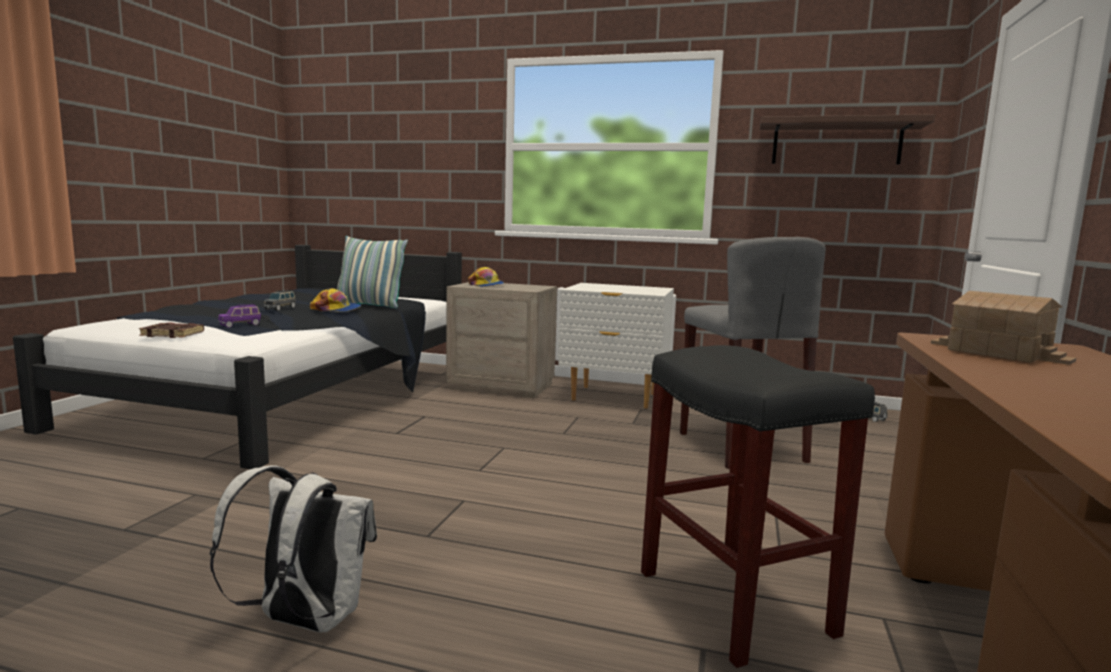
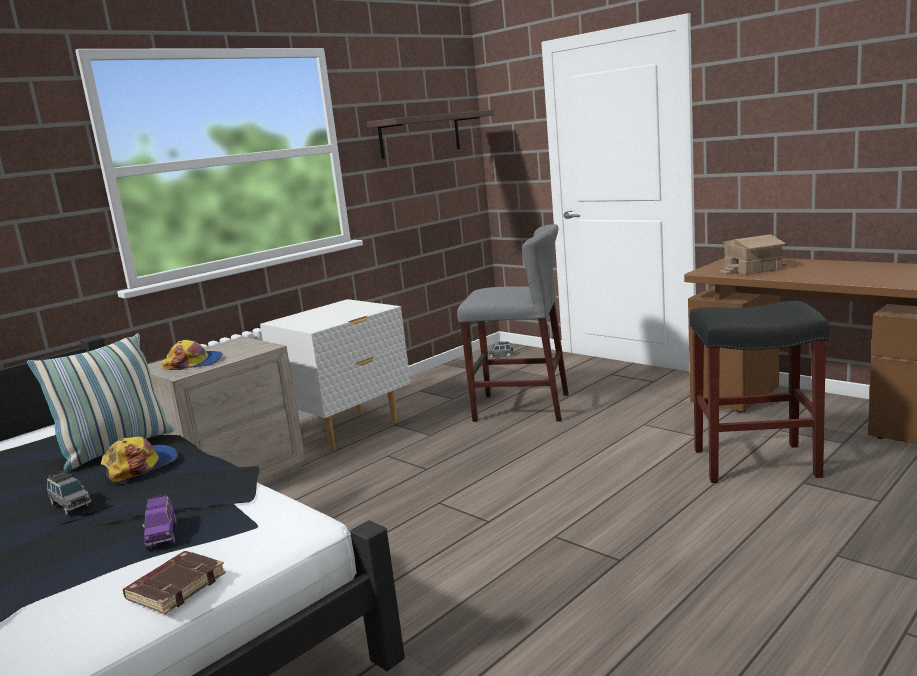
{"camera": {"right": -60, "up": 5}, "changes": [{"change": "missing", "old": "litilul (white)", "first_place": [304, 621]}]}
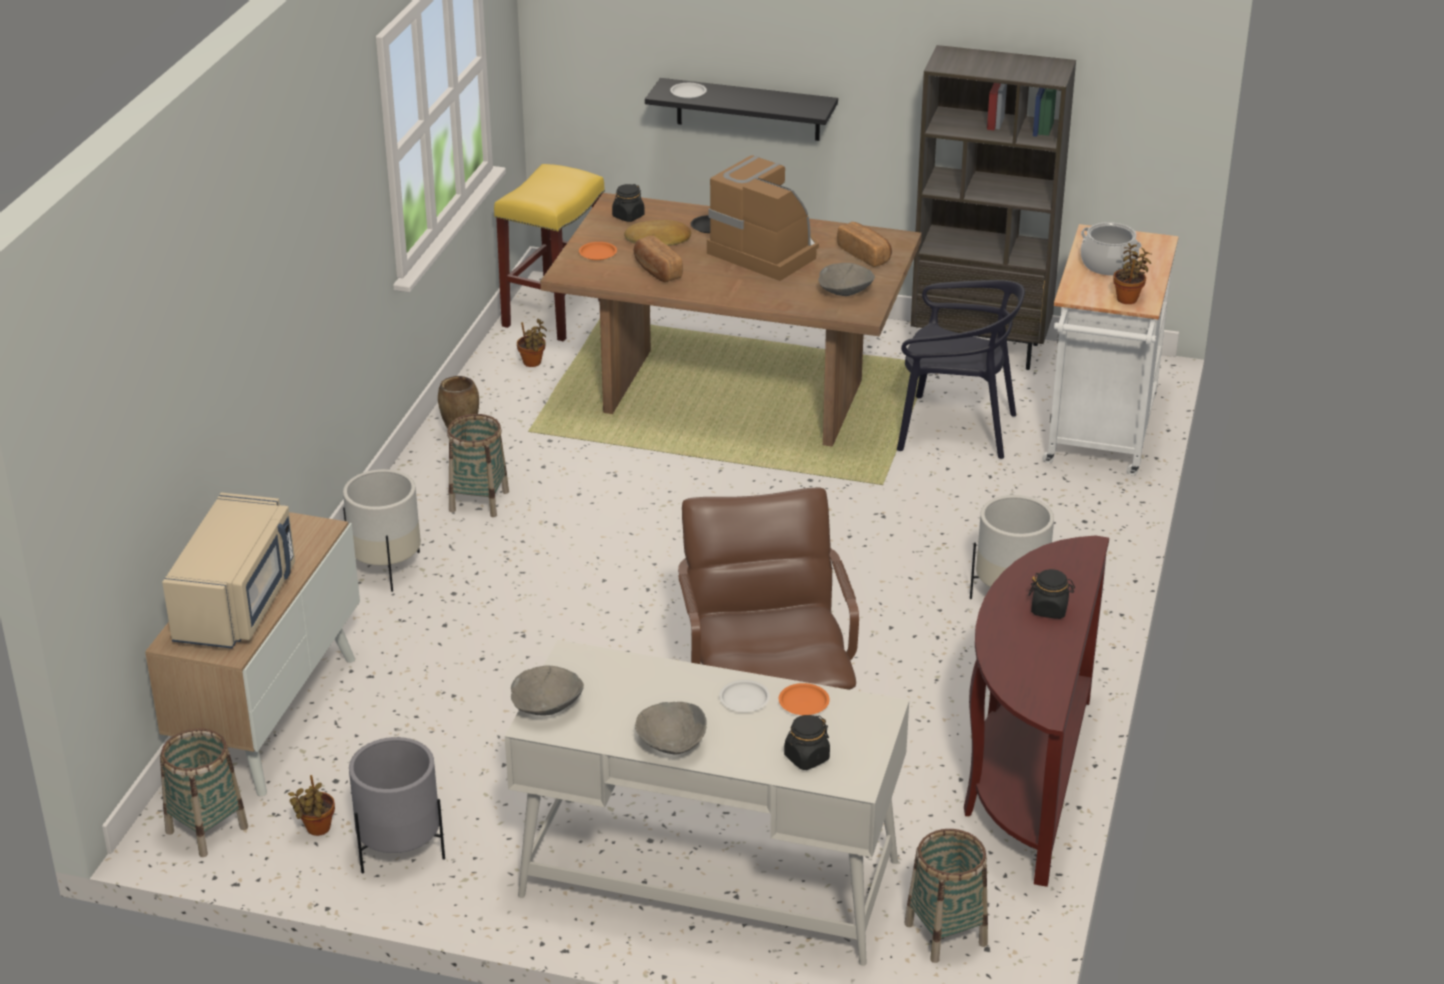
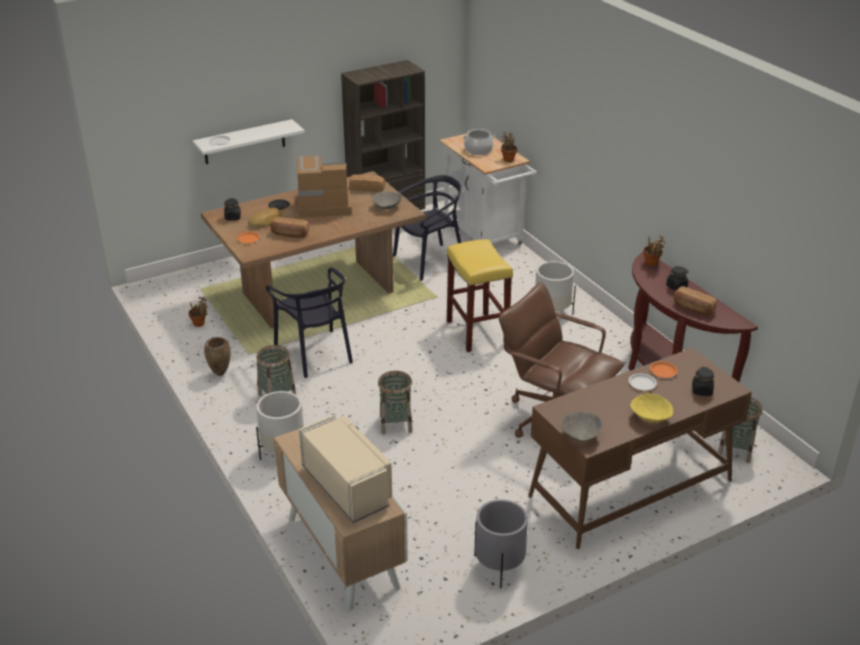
{"camera": {"right": -45, "up": 0}, "changes": [{"change": "appeared", "new": "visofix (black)", "second_place": [315, 353]}, {"change": "appeared", "new": "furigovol", "second_place": [693, 308]}, {"change": "relocated", "old": "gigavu", "first_place": [206, 829], "second_place": [395, 424]}, {"change": "relocated", "old": "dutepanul", "first_place": [316, 829], "second_place": [651, 264]}, {"change": "relocated", "old": "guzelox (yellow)", "first_place": [555, 314], "second_place": [478, 332]}, {"change": "colour", "old": "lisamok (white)", "new": "lisamok (brown)", "first_place": [709, 877], "second_place": [630, 488]}, {"change": "colour", "old": "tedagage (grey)", "new": "tedagage (yellow)", "first_place": [672, 744], "second_place": [650, 417]}, {"change": "colour", "old": "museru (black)", "new": "museru (white)", "first_place": [748, 109], "second_place": [244, 142]}]}
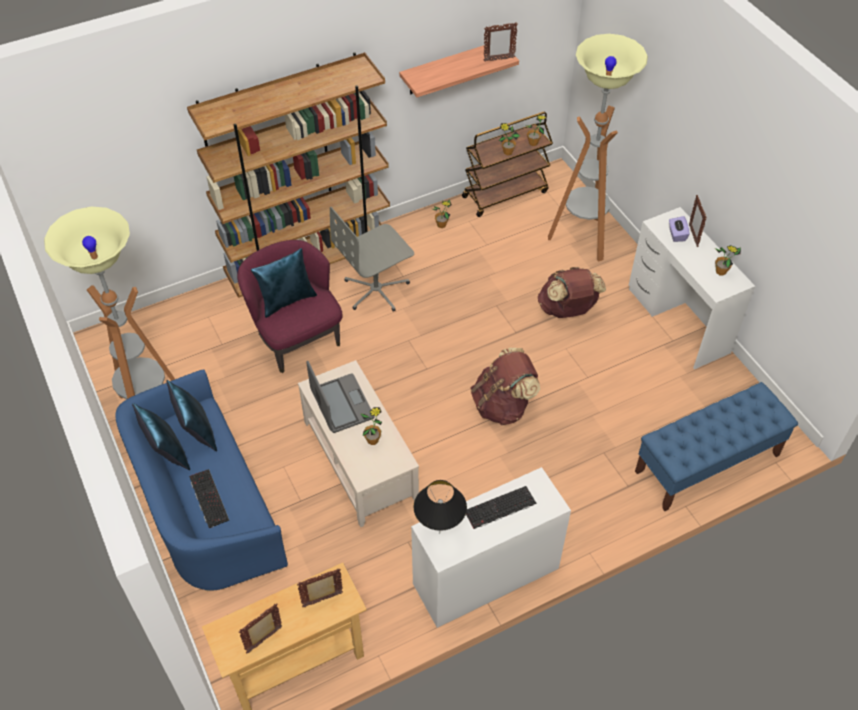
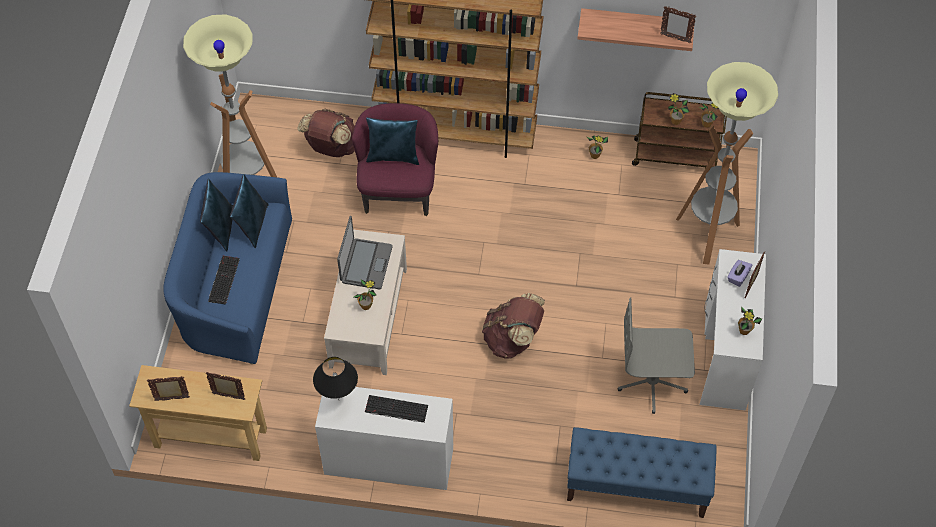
{"camera": {"right": 35, "up": 5}, "changes": [{"change": "relocated", "old": "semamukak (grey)", "first_place": [376, 290], "second_place": [652, 382]}, {"change": "relocated", "old": "litilul (brown)", "first_place": [567, 310], "second_place": [332, 148]}]}
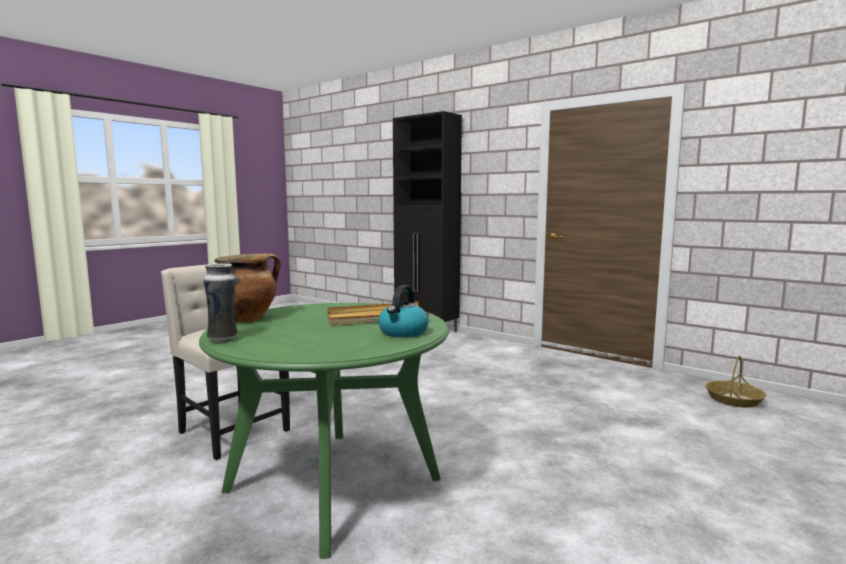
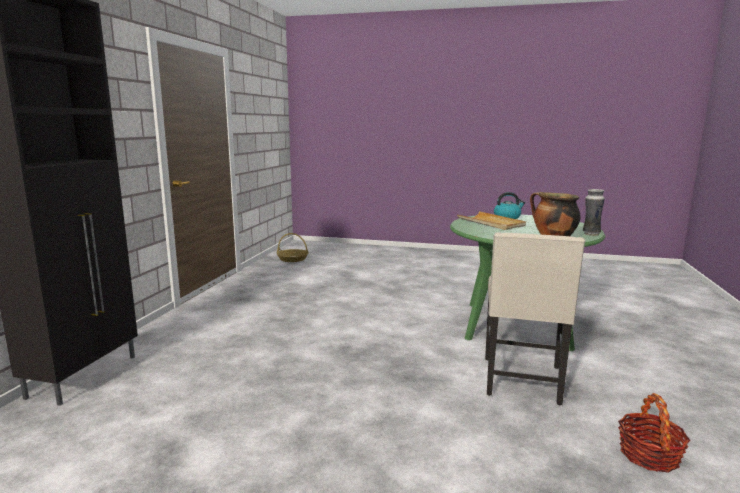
{"camera": {"right": -115, "up": 5}, "changes": [{"change": "appeared", "new": "gigavu", "second_place": [649, 455]}]}
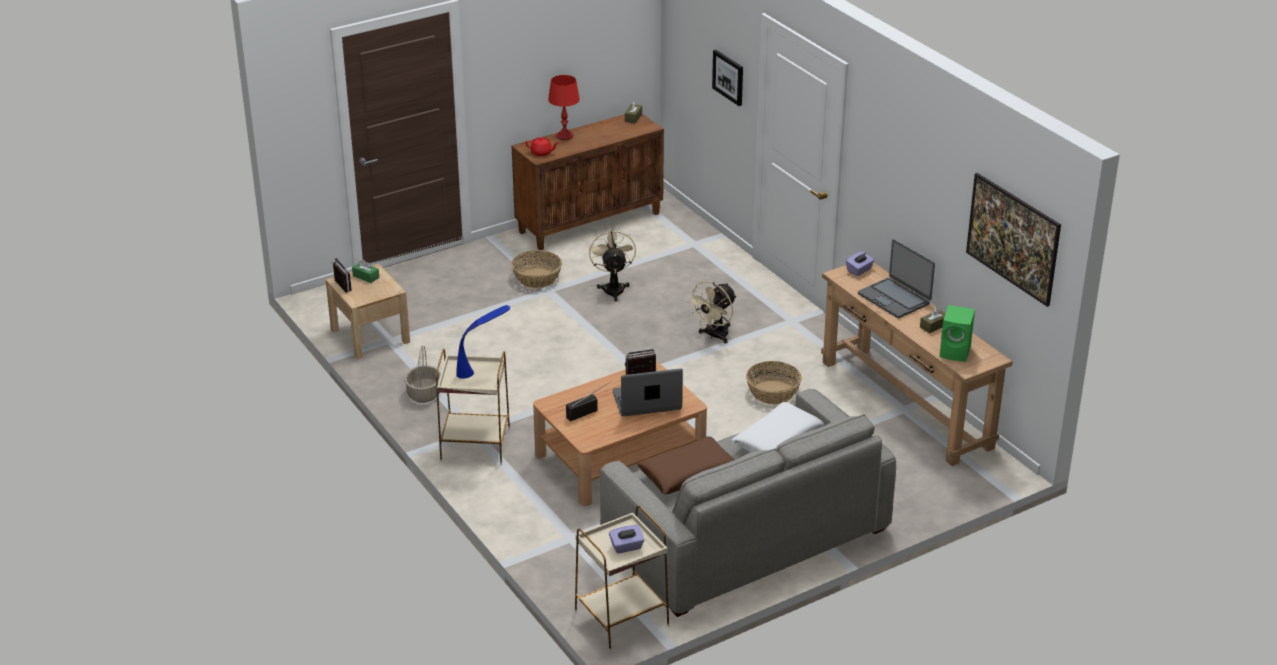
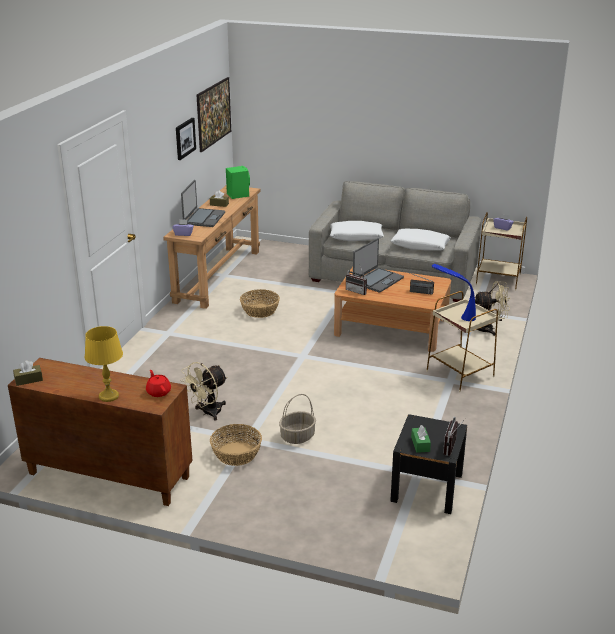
{"camera": {"right": -130, "up": -5}, "changes": [{"change": "relocated", "old": "gigavu", "first_place": [424, 394], "second_place": [297, 437]}, {"change": "relocated", "old": "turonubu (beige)", "first_place": [714, 336], "second_place": [489, 329]}, {"change": "relocated", "old": "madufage", "first_place": [728, 77], "second_place": [184, 138]}, {"change": "colour", "old": "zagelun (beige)", "new": "zagelun (black)", "first_place": [370, 336], "second_place": [427, 487]}, {"change": "colour", "old": "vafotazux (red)", "new": "vafotazux (yellow)", "first_place": [564, 136], "second_place": [109, 396]}, {"change": "colour", "old": "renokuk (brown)", "new": "renokuk (white)", "first_place": [687, 473], "second_place": [420, 246]}, {"change": "spun", "old": "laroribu", "first_place": [647, 401], "second_place": [377, 280], "degrees": -90}]}
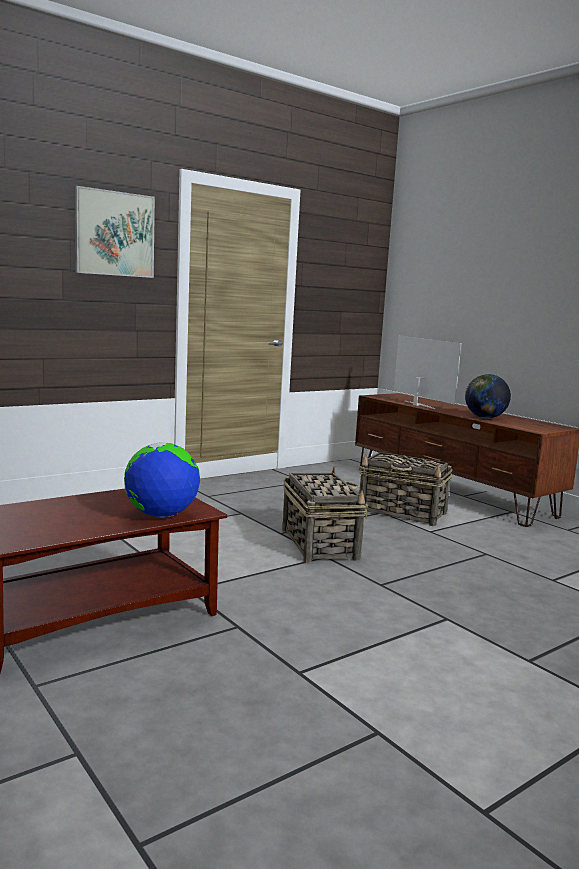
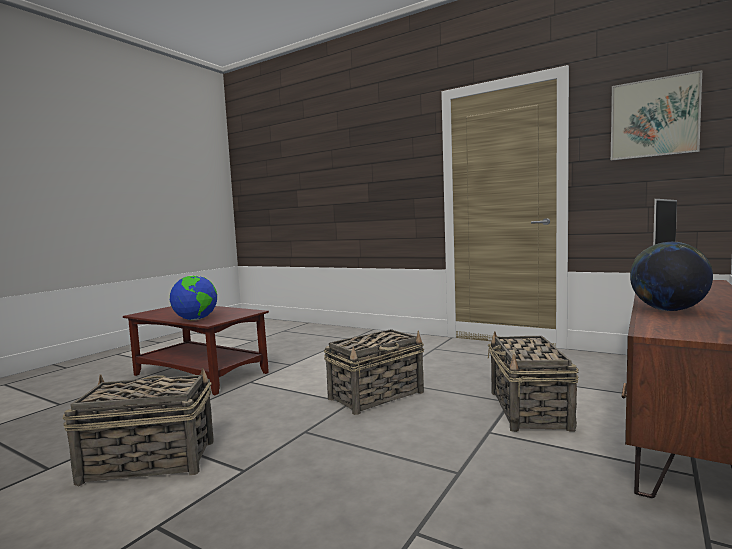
{"camera": {"right": 70, "up": -5}, "changes": [{"change": "appeared", "new": "gigavu", "second_place": [147, 461]}, {"change": "relocated", "old": "madufage", "first_place": [115, 234], "second_place": [654, 118]}]}
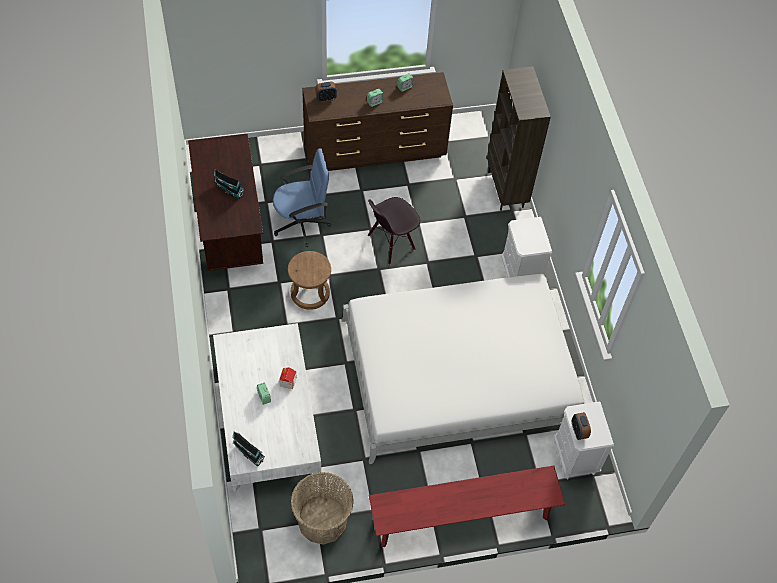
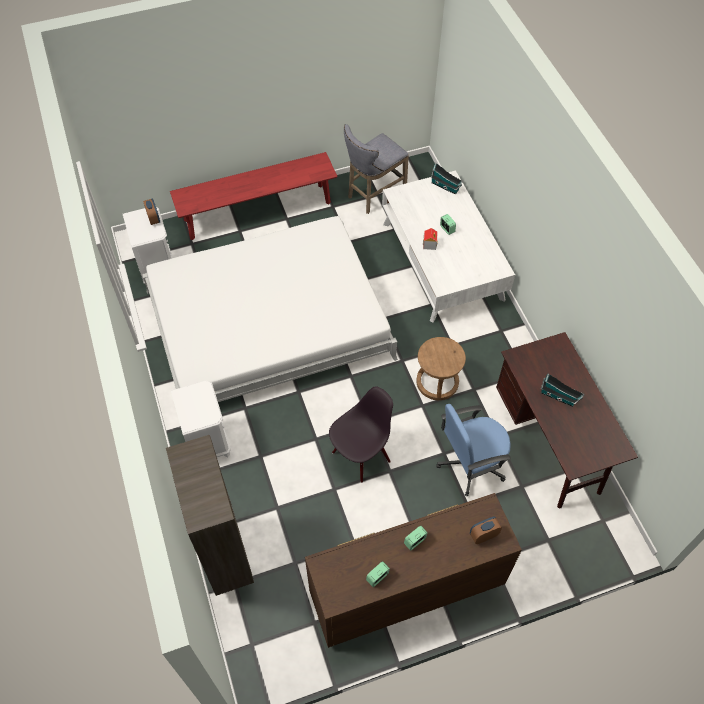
{"camera": {"right": 175, "up": 0}, "changes": [{"change": "exchanged", "old": "gigavu", "new": "guzelox (grey)", "first_place": [322, 520], "second_place": [373, 195]}]}
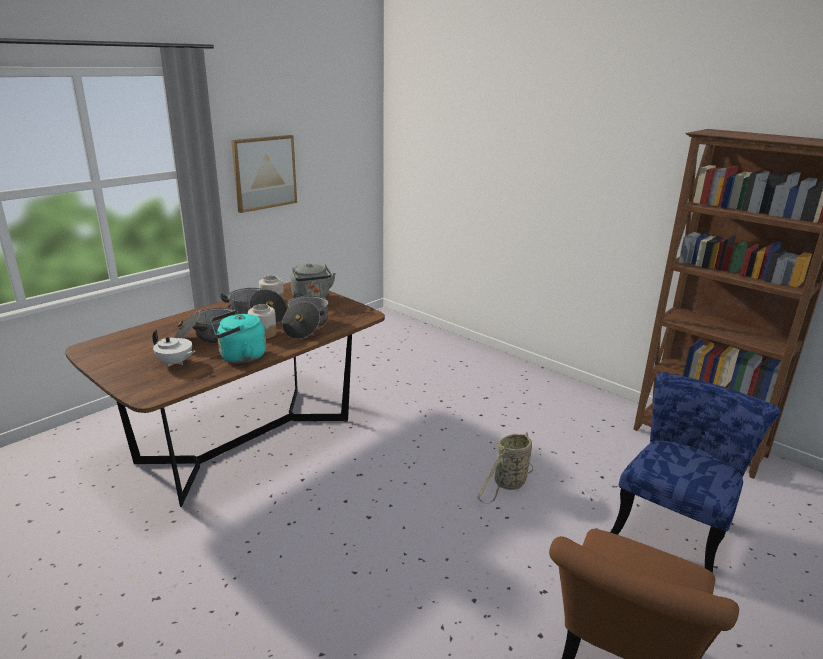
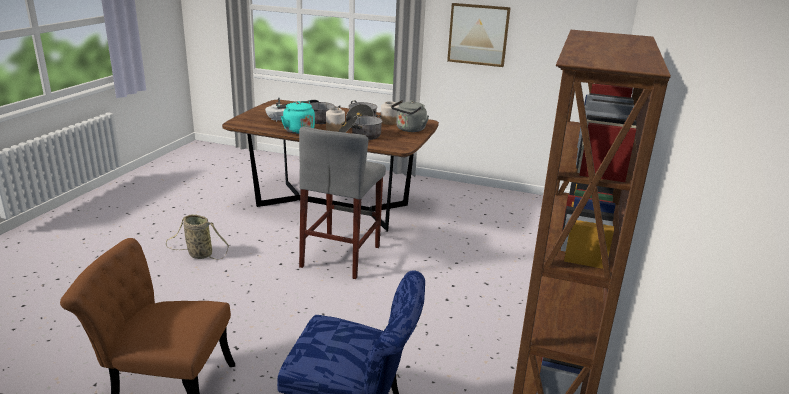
{"camera": {"right": 65, "up": 0}, "changes": [{"change": "appeared", "new": "guzelox (grey)", "second_place": [341, 256]}, {"change": "relocated", "old": "gigavu", "first_place": [508, 484], "second_place": [198, 254]}]}
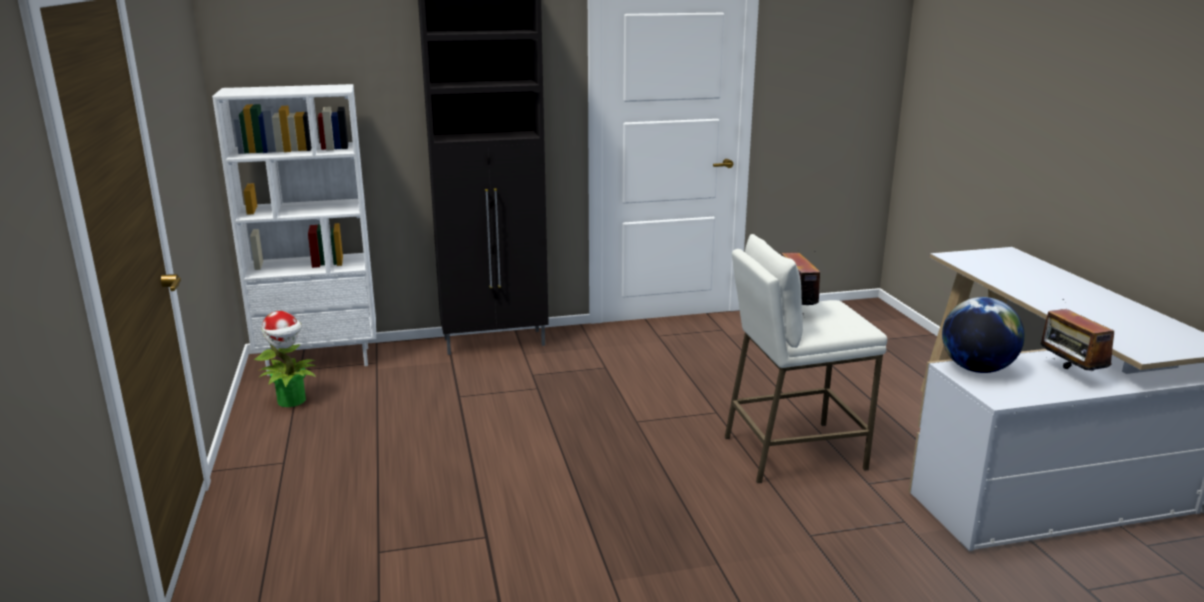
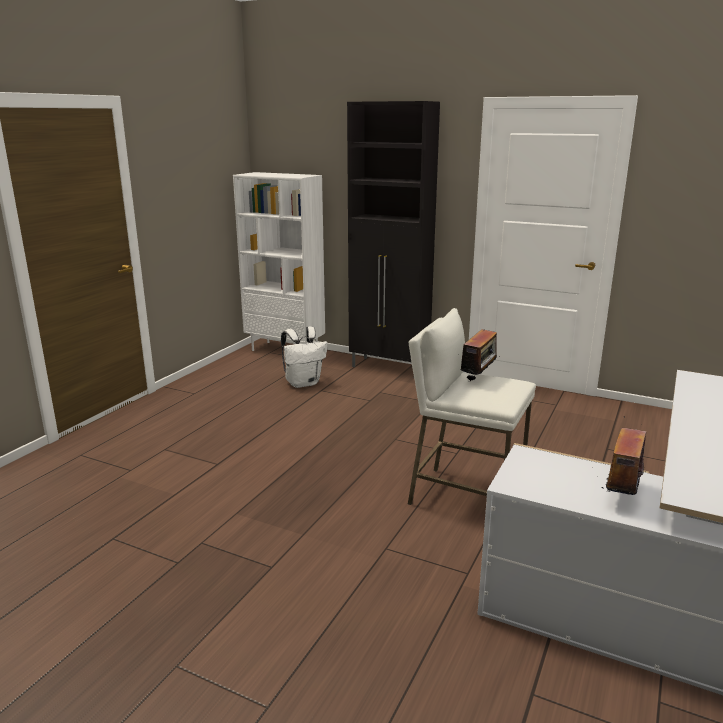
{"camera": {"right": 40, "up": 0}, "changes": [{"change": "missing", "old": "dutepanul", "first_place": [292, 401]}, {"change": "missing", "old": "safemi", "first_place": [977, 369]}, {"change": "appeared", "new": "litilul (white)", "second_place": [303, 383]}]}
